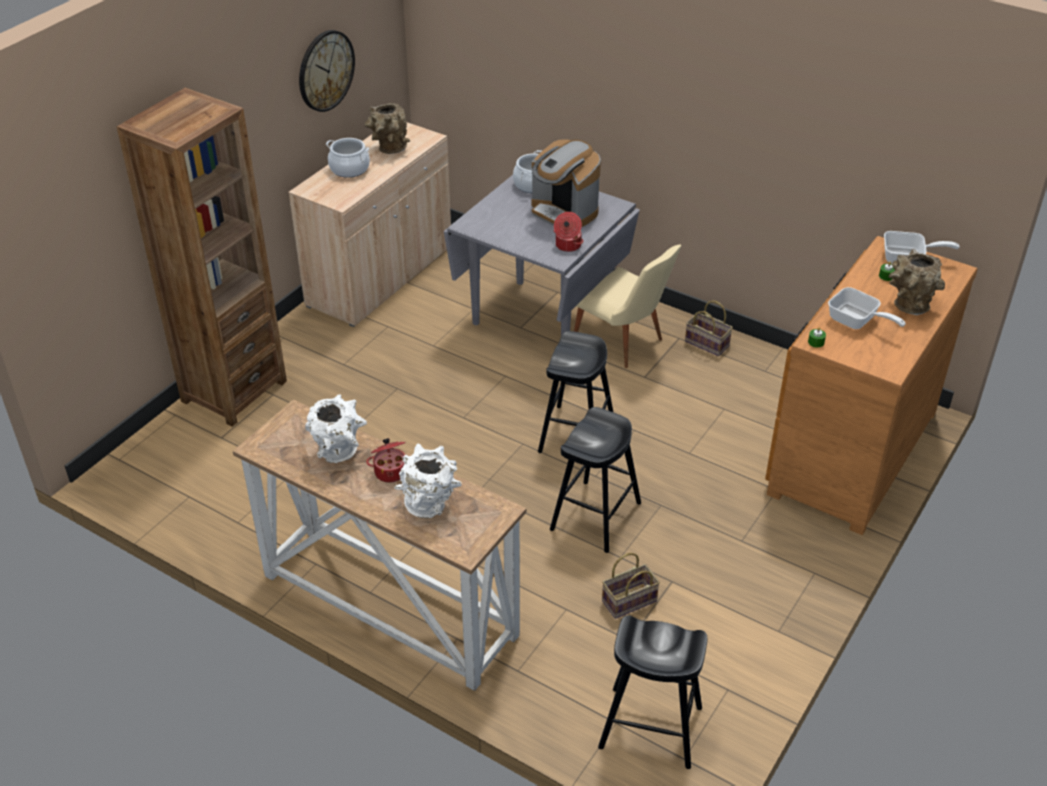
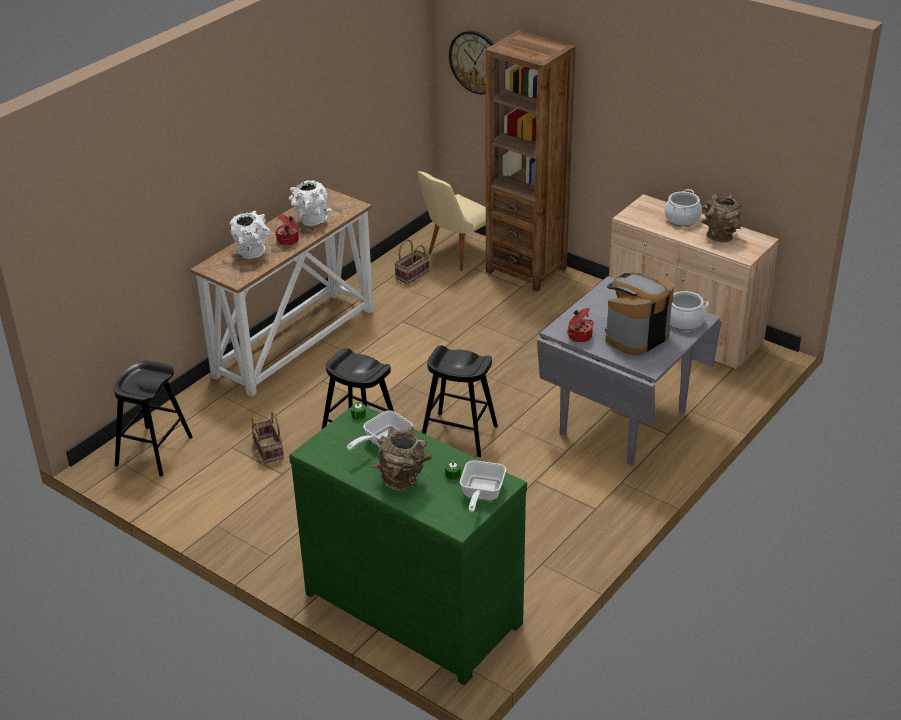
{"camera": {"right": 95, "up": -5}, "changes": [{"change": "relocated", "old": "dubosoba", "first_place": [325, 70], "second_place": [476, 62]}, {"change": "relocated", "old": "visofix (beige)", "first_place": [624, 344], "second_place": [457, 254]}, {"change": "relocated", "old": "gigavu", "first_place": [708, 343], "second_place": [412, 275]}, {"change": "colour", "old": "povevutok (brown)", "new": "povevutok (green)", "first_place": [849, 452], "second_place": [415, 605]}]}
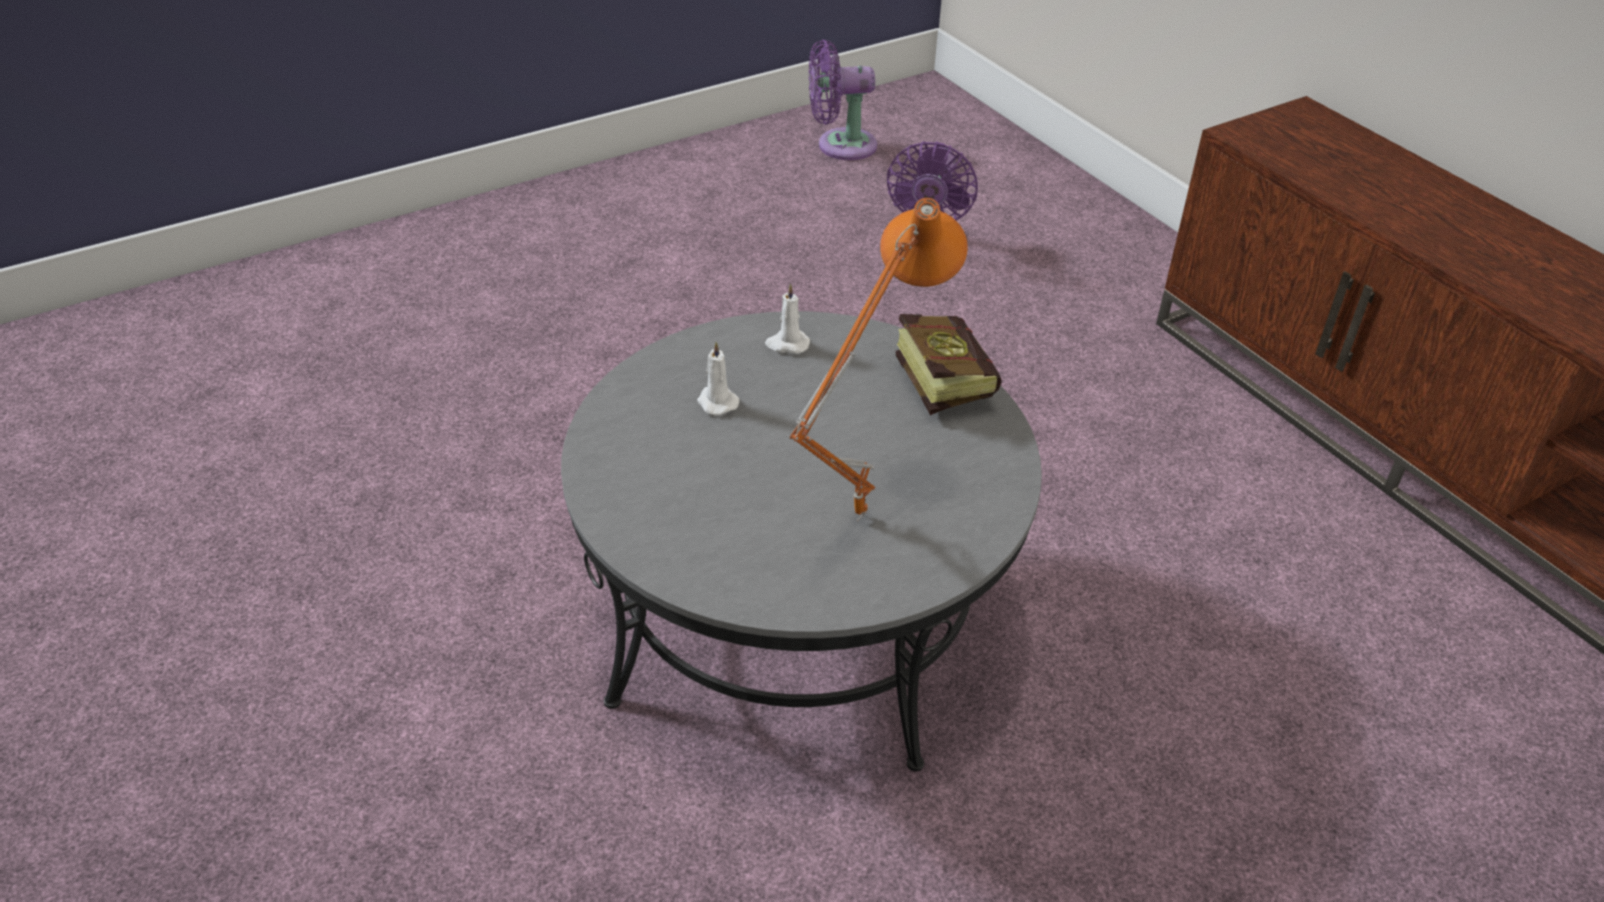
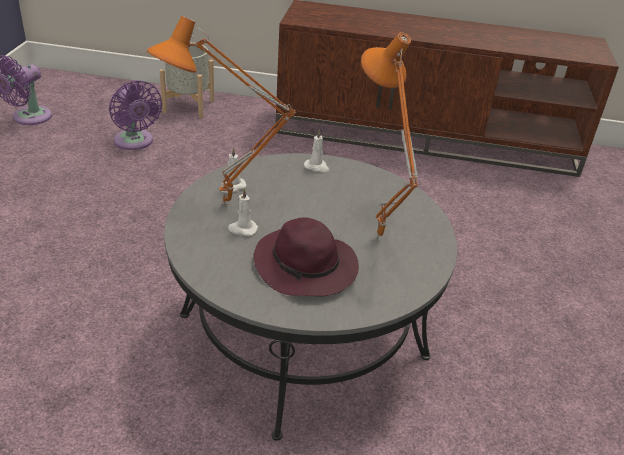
{"camera": {"right": -50, "up": -5}, "changes": [{"change": "appeared", "new": "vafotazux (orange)", "second_place": [226, 207]}, {"change": "appeared", "new": "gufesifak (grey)", "second_place": [188, 106]}, {"change": "appeared", "new": "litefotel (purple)", "second_place": [306, 268]}, {"change": "exchanged", "old": "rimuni", "new": "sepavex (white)", "first_place": [938, 379], "second_place": [317, 167]}]}
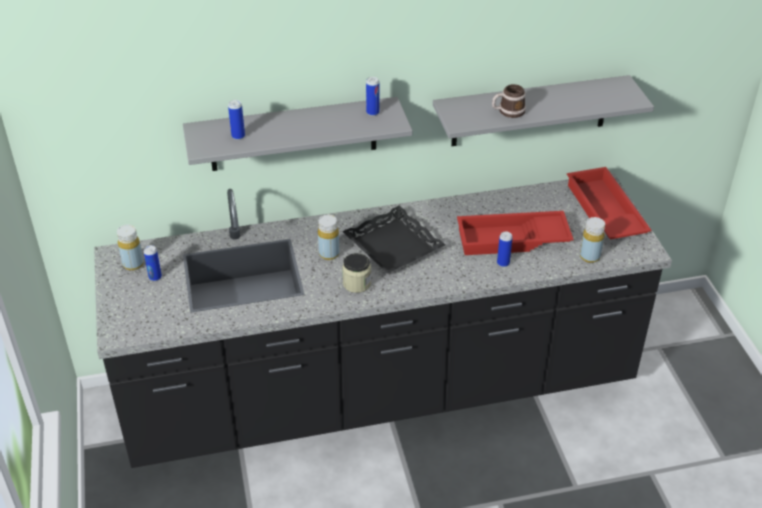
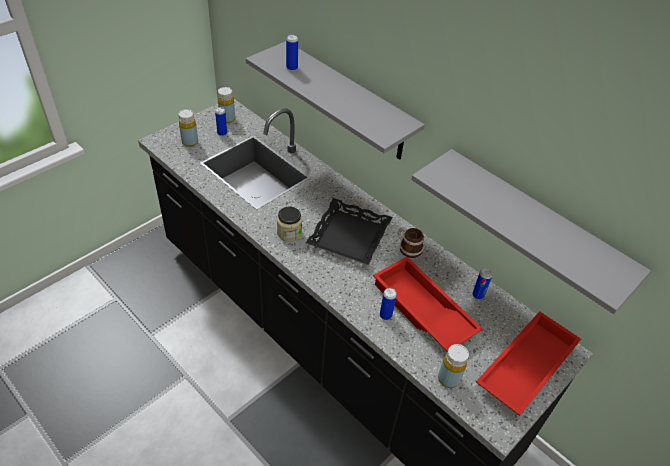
{"camera": {"right": 55, "up": 5}, "changes": [{"change": "relocated", "old": "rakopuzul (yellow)", "first_place": [329, 254], "second_place": [190, 142]}, {"change": "relocated", "old": "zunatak", "first_place": [372, 112], "second_place": [478, 295]}, {"change": "relocated", "old": "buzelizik", "first_place": [508, 112], "second_place": [408, 247]}]}
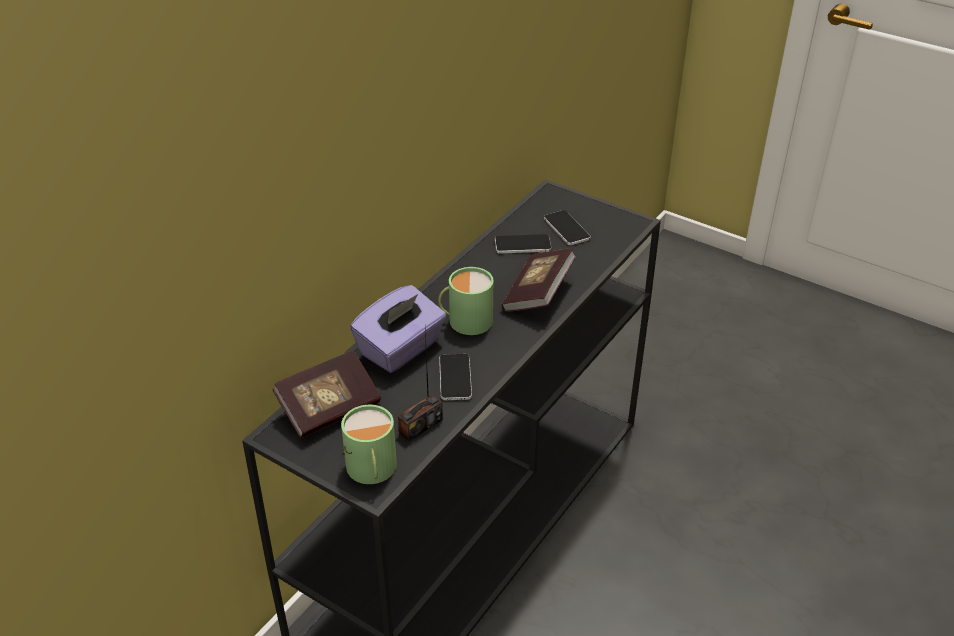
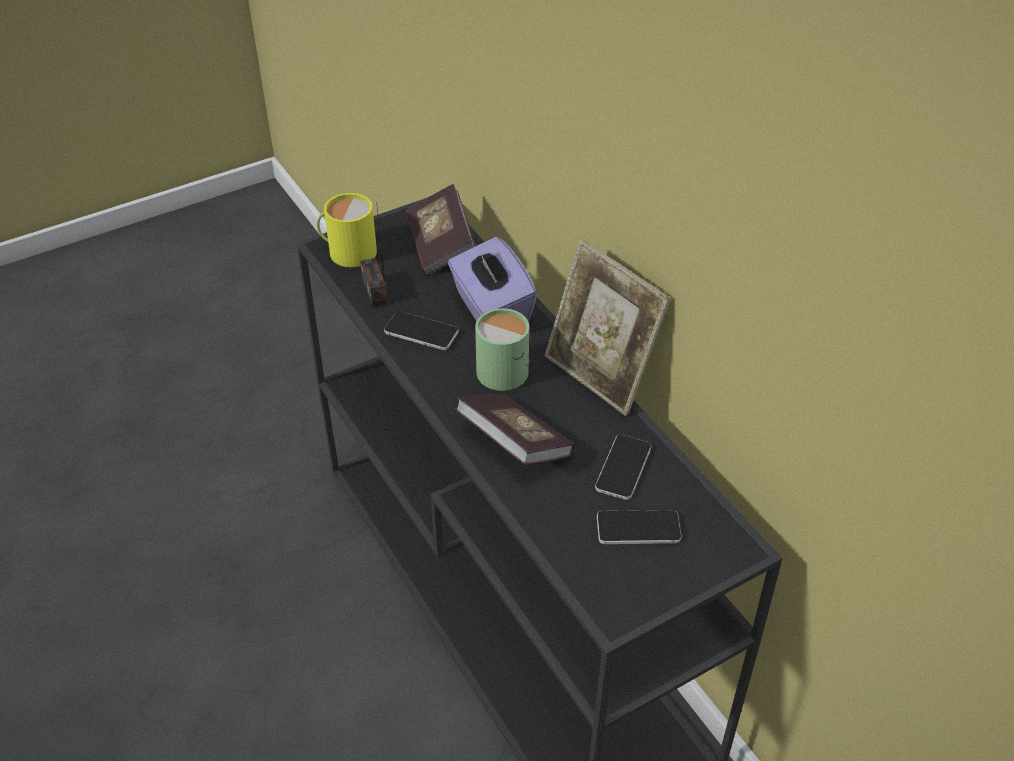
{"camera": {"right": 115, "up": 5}, "changes": [{"change": "appeared", "new": "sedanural", "second_place": [600, 376]}, {"change": "colour", "old": "buzelizik (green)", "new": "buzelizik (yellow)", "first_place": [371, 469], "second_place": [348, 251]}]}
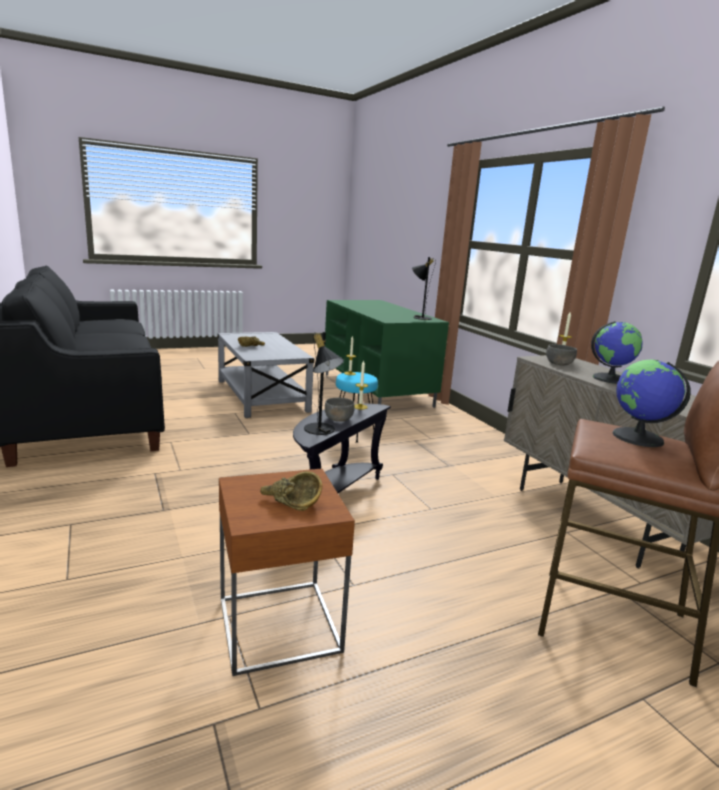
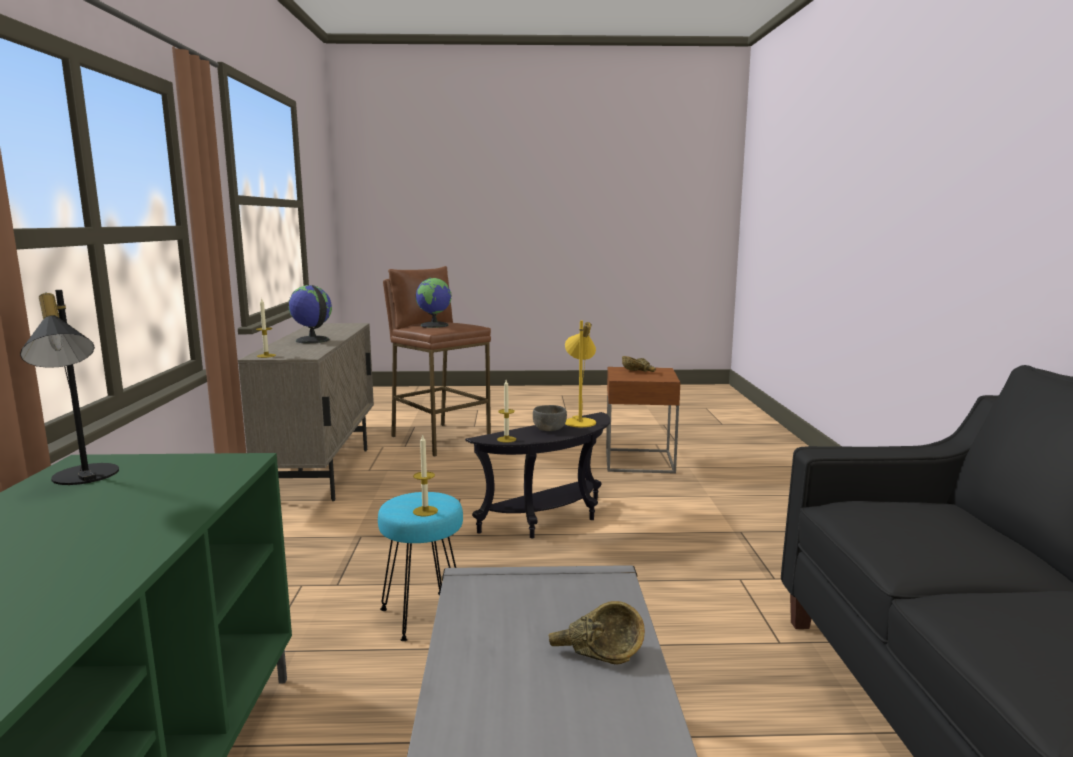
{"camera": {"right": -155, "up": -5}, "changes": [{"change": "missing", "old": "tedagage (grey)", "first_place": [558, 363]}, {"change": "colour", "old": "vafotazux (black)", "new": "vafotazux (yellow)", "first_place": [321, 431], "second_place": [580, 420]}]}
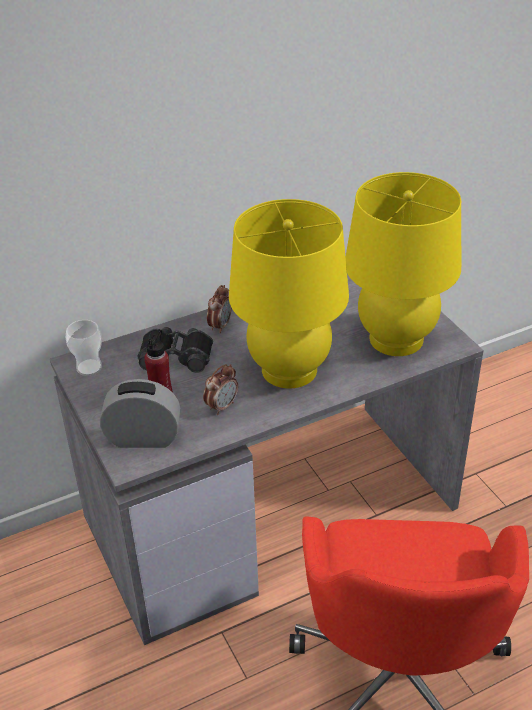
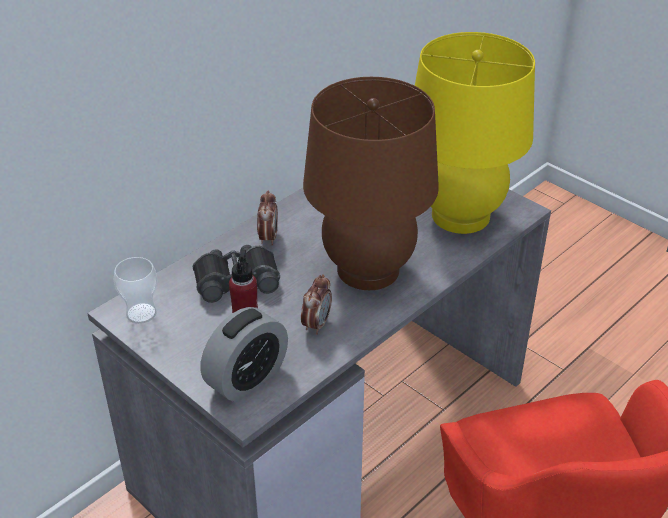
{"camera": {"right": -20, "up": 0}, "changes": [{"change": "colour", "old": "vafotazux (yellow)", "new": "vafotazux (brown)", "first_place": [289, 370], "second_place": [368, 269]}, {"change": "spun", "old": "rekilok", "first_place": [143, 438], "second_place": [247, 378], "degrees": 150}]}
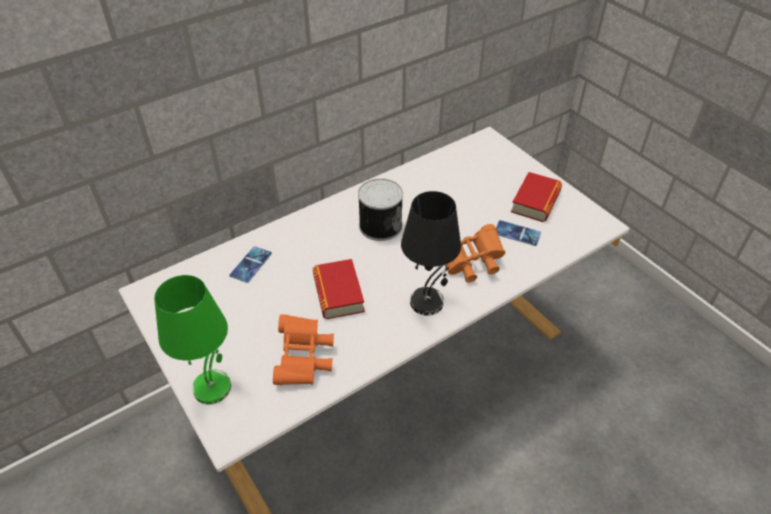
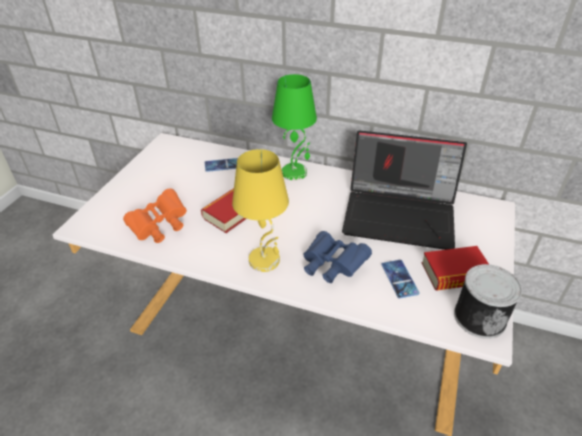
{"camera": {"right": 55, "up": -5}, "changes": [{"change": "appeared", "new": "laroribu", "second_place": [401, 215]}, {"change": "relocated", "old": "vafotazux (green)", "first_place": [212, 387], "second_place": [295, 172]}, {"change": "relocated", "old": "zunatak", "first_place": [379, 225], "second_place": [479, 316]}, {"change": "colour", "old": "vafotazux (black)", "new": "vafotazux (yellow)", "first_place": [427, 301], "second_place": [265, 260]}, {"change": "colour", "old": "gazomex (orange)", "new": "gazomex (blue)", "first_place": [471, 263], "second_place": [331, 266]}]}
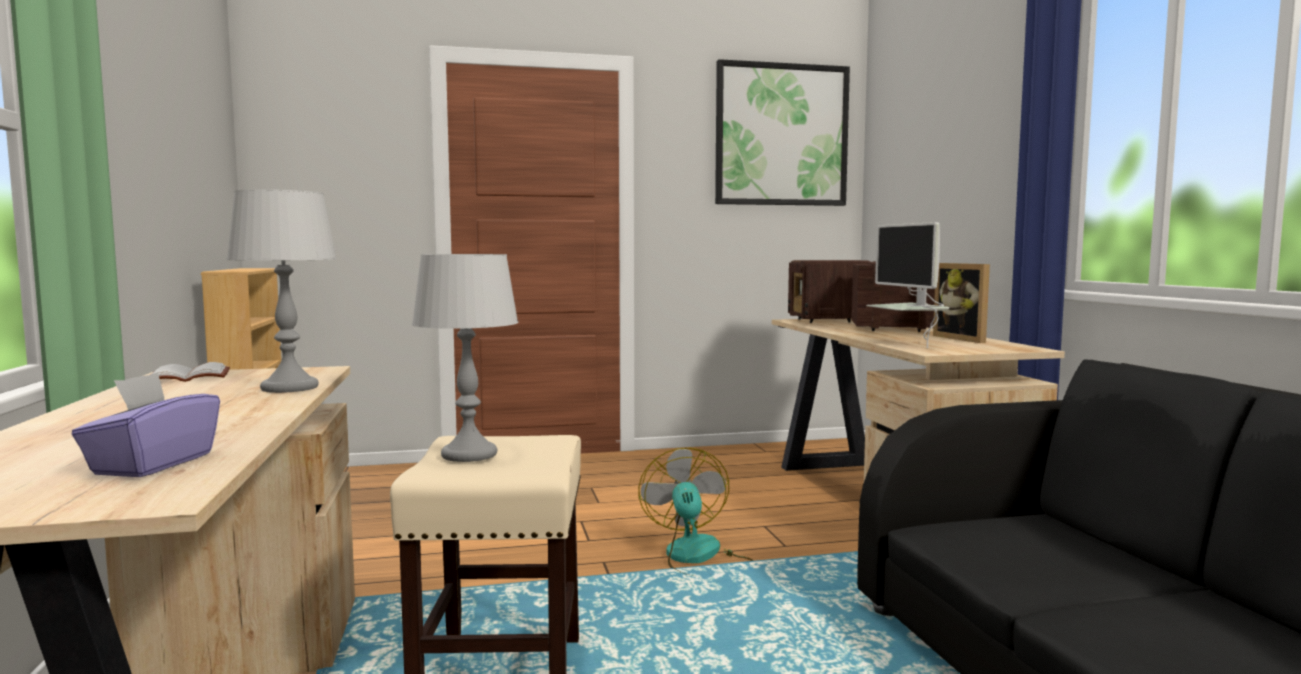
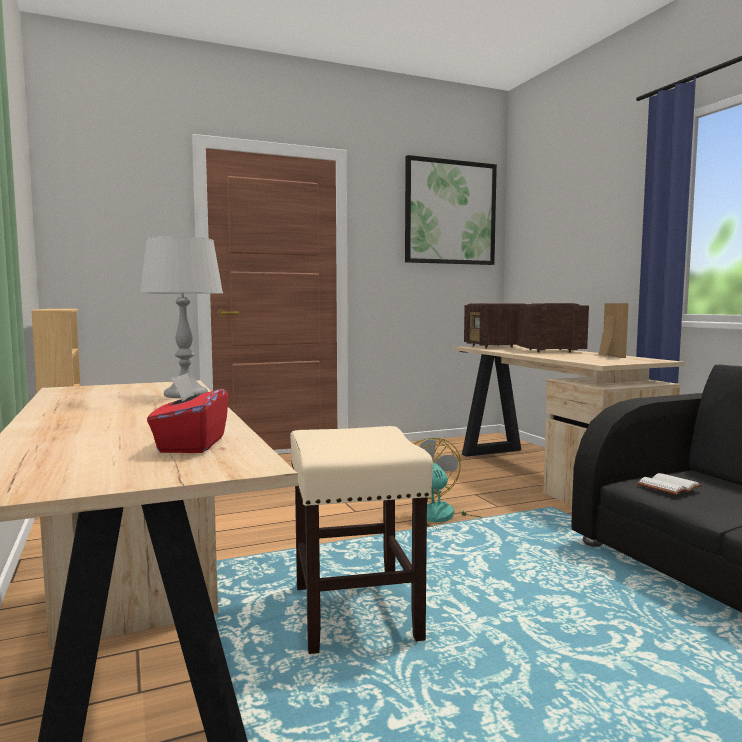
{"camera": {"right": -10, "up": 0}, "changes": [{"change": "missing", "old": "vafotazux (grey)", "first_place": [469, 454]}, {"change": "missing", "old": "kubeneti", "first_place": [908, 344]}, {"change": "relocated", "old": "rimuni (white)", "first_place": [187, 377], "second_place": [670, 487]}, {"change": "colour", "old": "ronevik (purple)", "new": "ronevik (red)", "first_place": [152, 464], "second_place": [191, 445]}, {"change": "spun", "old": "sedanural", "first_place": [964, 338], "second_place": [608, 355], "degrees": -150}]}
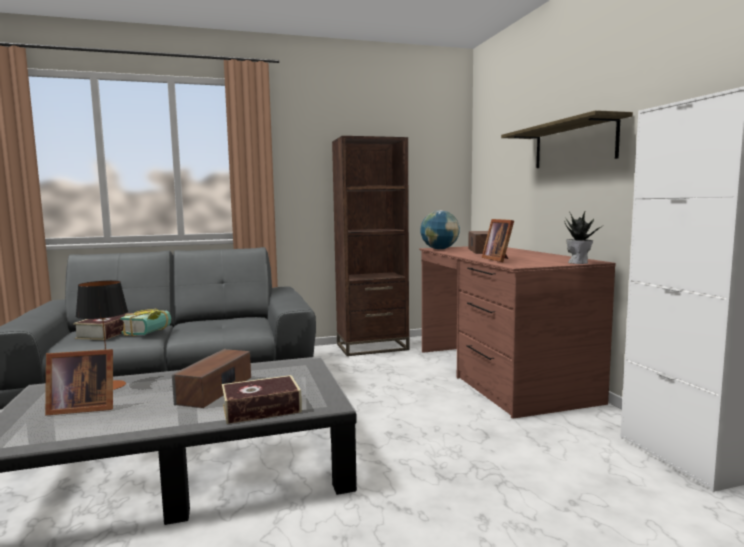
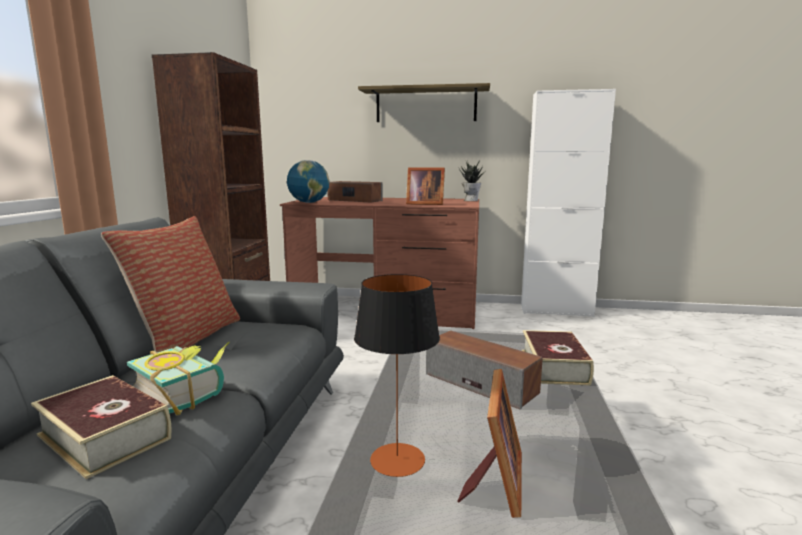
{"camera": {"right": -65, "up": 5}, "changes": [{"change": "appeared", "new": "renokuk", "second_place": [186, 338]}]}
